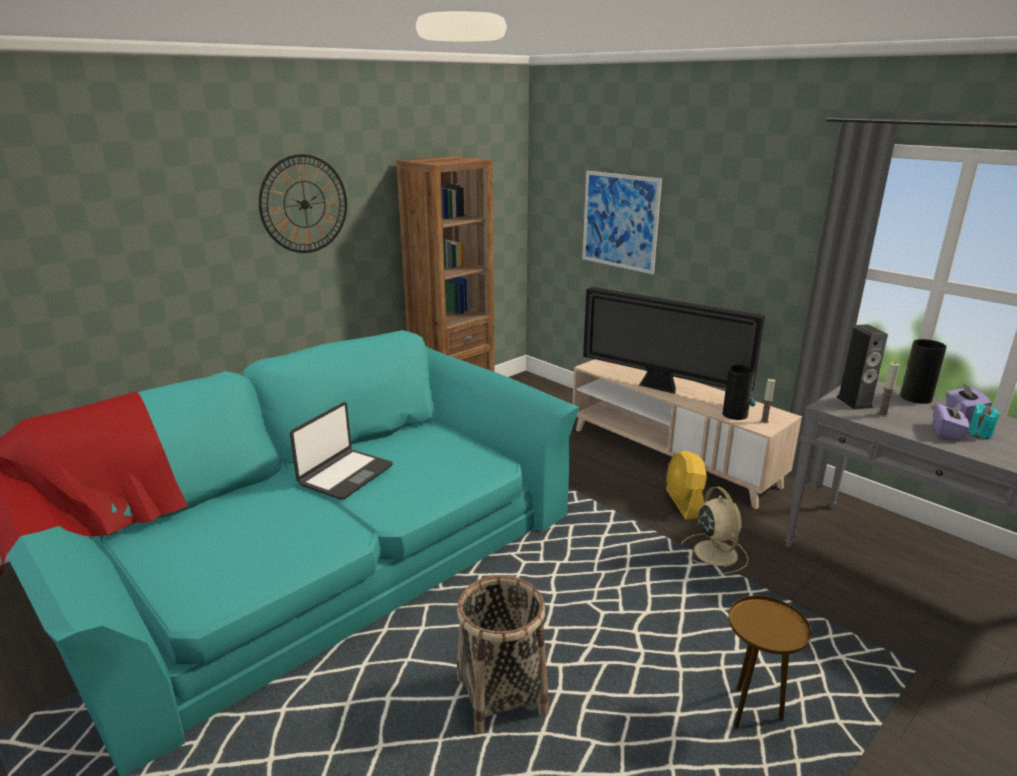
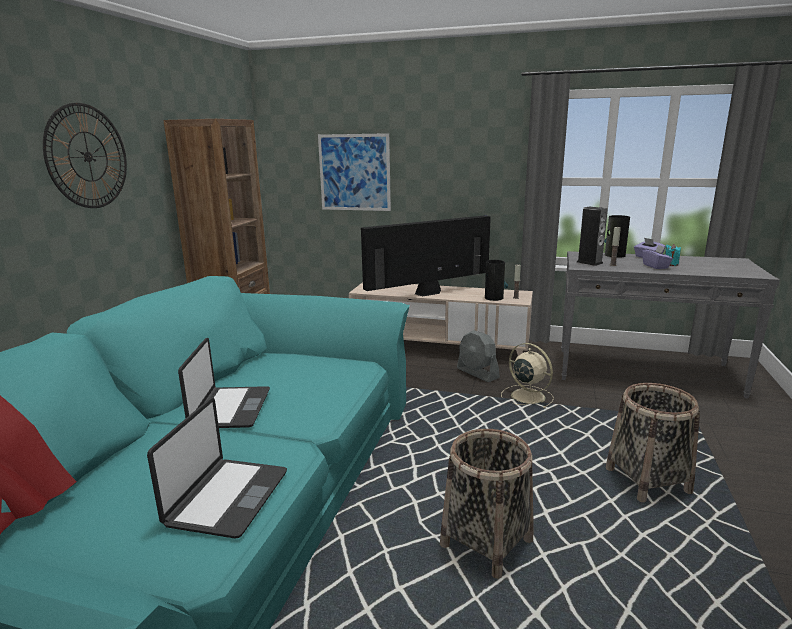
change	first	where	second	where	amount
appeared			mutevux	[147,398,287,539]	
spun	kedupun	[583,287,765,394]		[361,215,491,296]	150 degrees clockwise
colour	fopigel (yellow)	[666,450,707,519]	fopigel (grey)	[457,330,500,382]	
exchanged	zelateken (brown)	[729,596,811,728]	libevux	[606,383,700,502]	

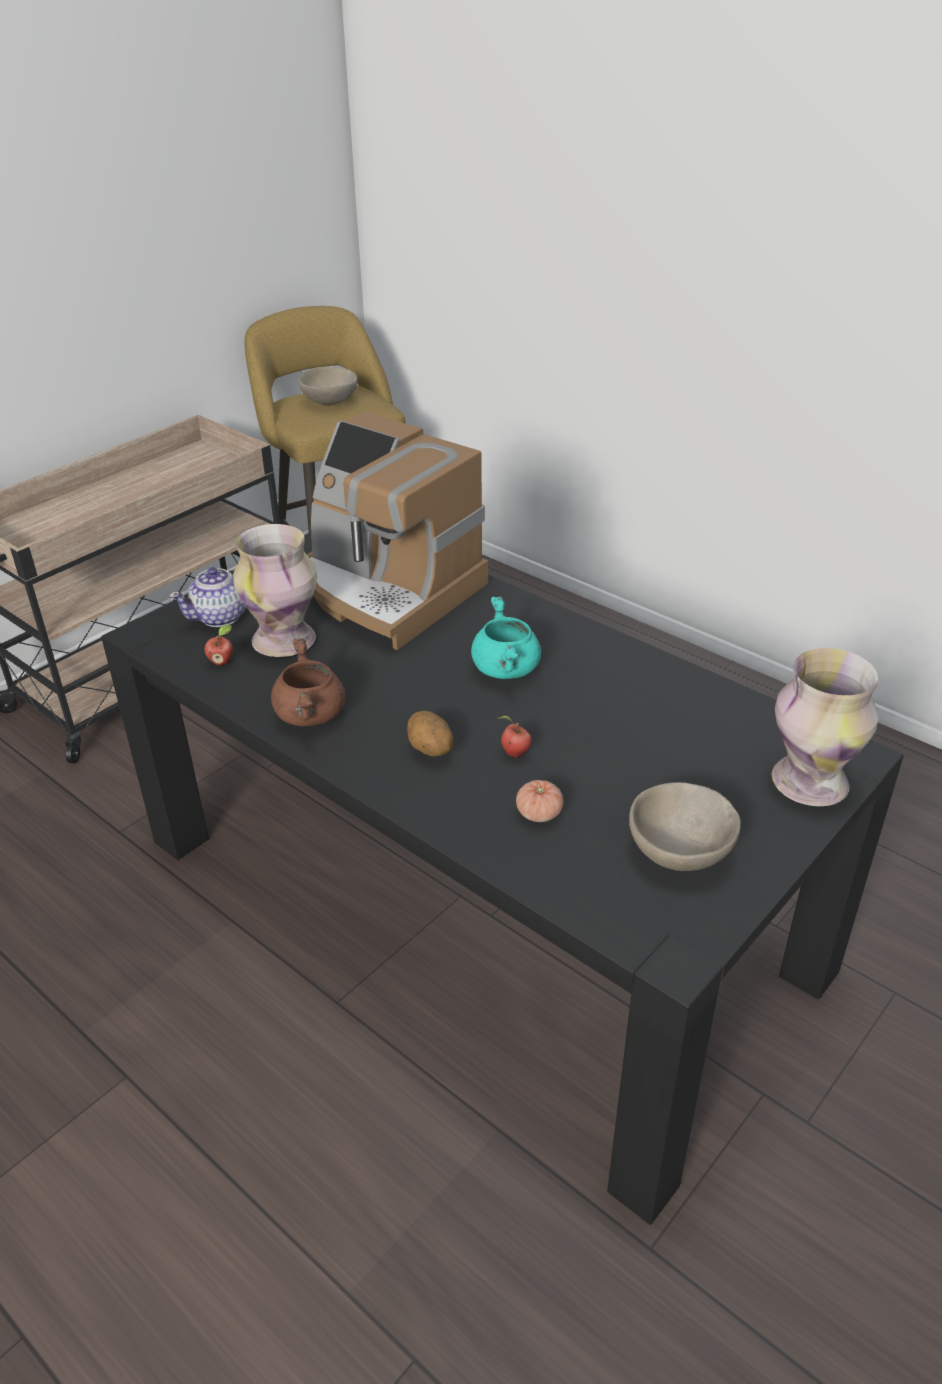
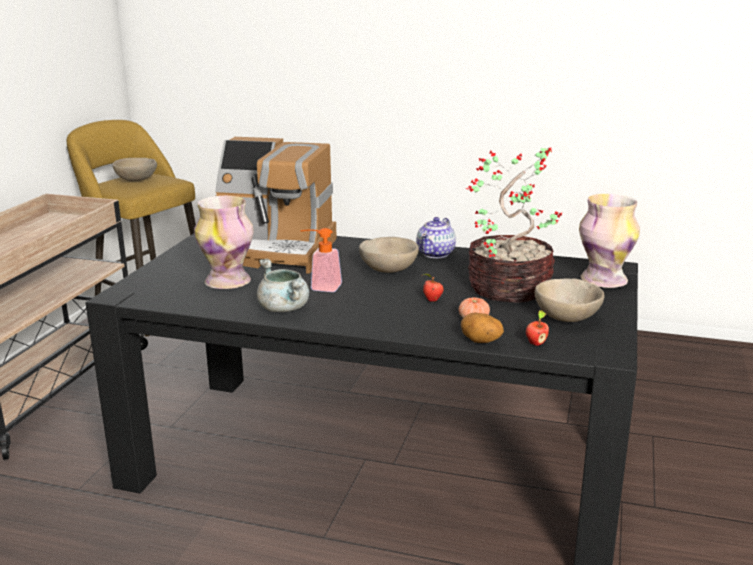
change	first	where	second	where	amount
colour	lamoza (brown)	[271,638,346,726]	lamoza (grey)	[257,259,309,312]	
appeared			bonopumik	[300,228,342,292]	
exchanged	lamoza (turquoise)	[471,597,541,679]	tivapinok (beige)	[359,237,419,273]	
relocated	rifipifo	[169,567,246,627]		[416,217,456,258]	
relocated	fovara	[407,711,454,756]		[461,313,504,343]	
appeared			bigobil	[466,147,562,303]	
relocated	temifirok	[205,625,233,666]		[526,310,549,346]	

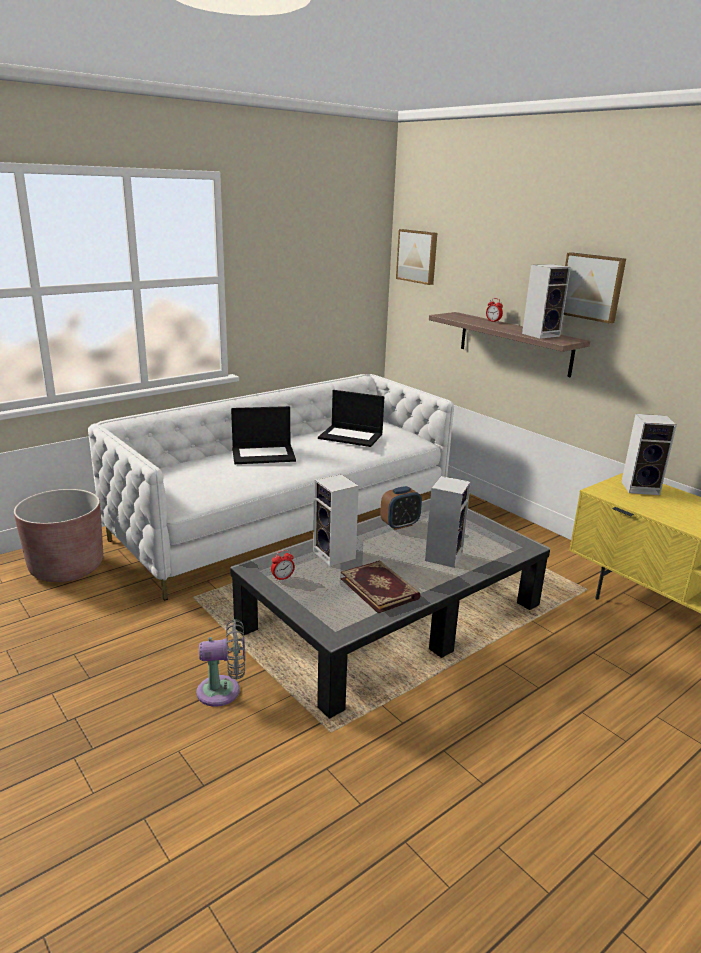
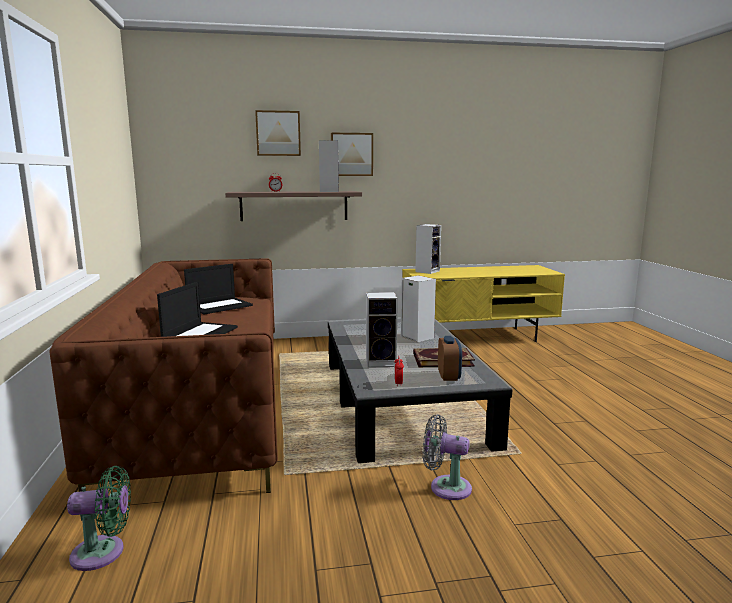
change	first	where	second	where	amount
colour	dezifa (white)	[88,374,454,601]	dezifa (brown)	[49,258,278,493]	
exchanged	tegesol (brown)	[14,489,103,582]	fopigel (green)	[67,466,131,571]	
relocated	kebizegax	[396,229,437,285]		[255,110,301,156]	
spun	fopigel (grey)	[197,619,245,707]		[422,414,472,500]	90 degrees counterclockwise
relocated	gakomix	[380,486,422,530]		[438,336,462,381]	

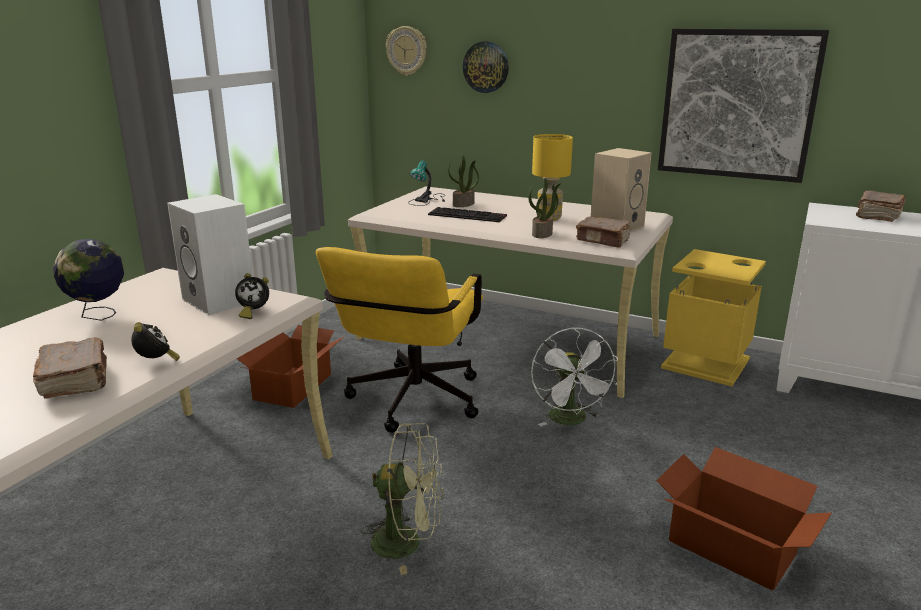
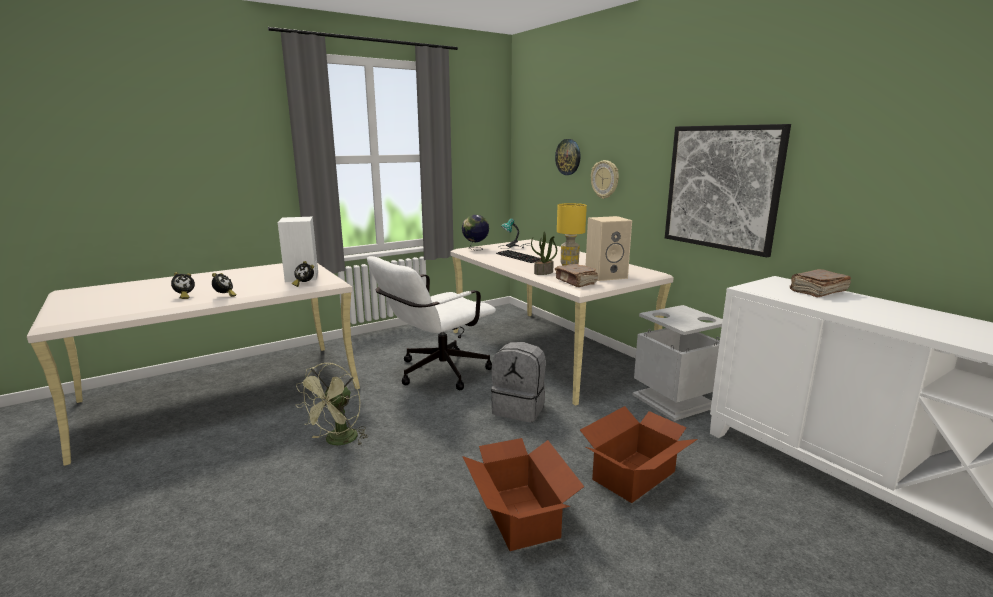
change	first	where	second	where	amount
exchanged	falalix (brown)	[33,337,107,399]	gakomix	[171,272,195,299]	
spun	fopigel (green)	[361,423,444,575]		[296,363,368,446]	75 degrees clockwise
colour	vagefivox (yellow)	[316,247,483,433]	vagefivox (white)	[367,256,496,390]	
relocated	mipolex	[53,239,124,321]		[462,215,489,251]	
exchanged	fopigel (white)	[531,328,618,426]	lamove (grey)	[491,342,546,422]	
relocated	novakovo	[237,325,345,408]		[580,406,698,503]	
relocated	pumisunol	[386,26,427,76]		[591,160,619,199]	
colour	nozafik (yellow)	[661,249,766,386]	nozafik (grey)	[633,305,723,421]	
missing	bigobil	[448,155,479,207]			

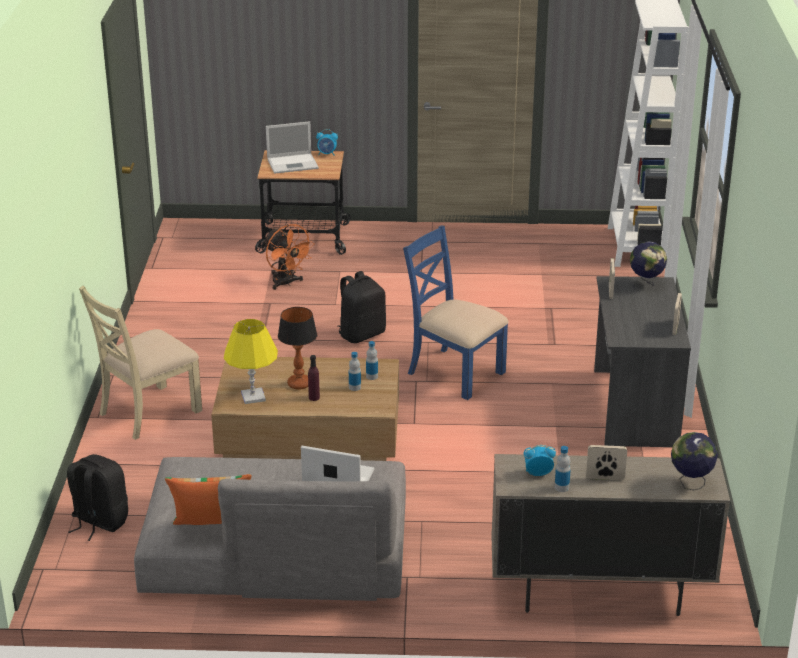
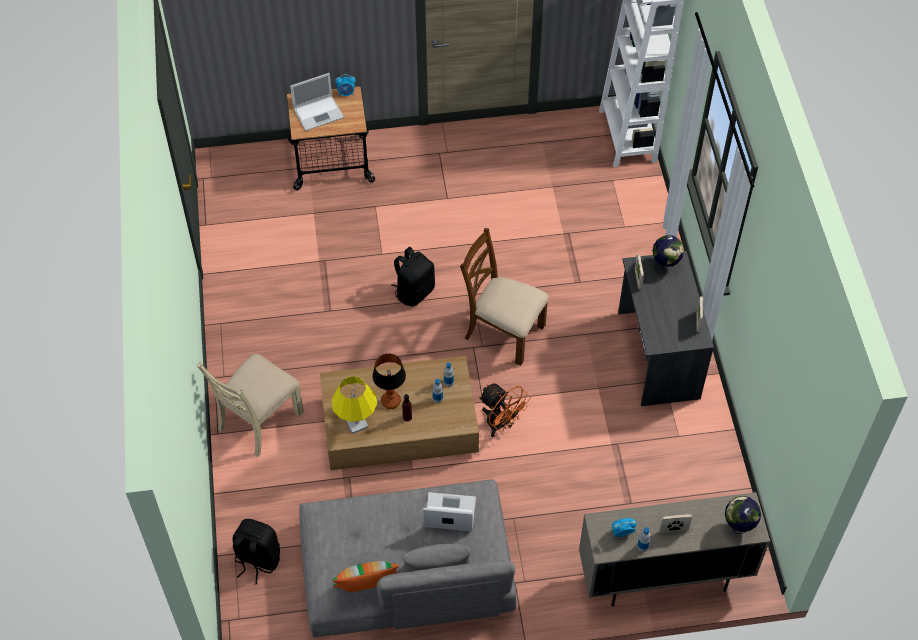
change	first	where	second	where	amount
colour	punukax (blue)	[403,225,509,400]	punukax (brown)	[460,228,549,366]	
relocated	fopigel (orange)	[264,224,314,290]		[479,383,531,437]	

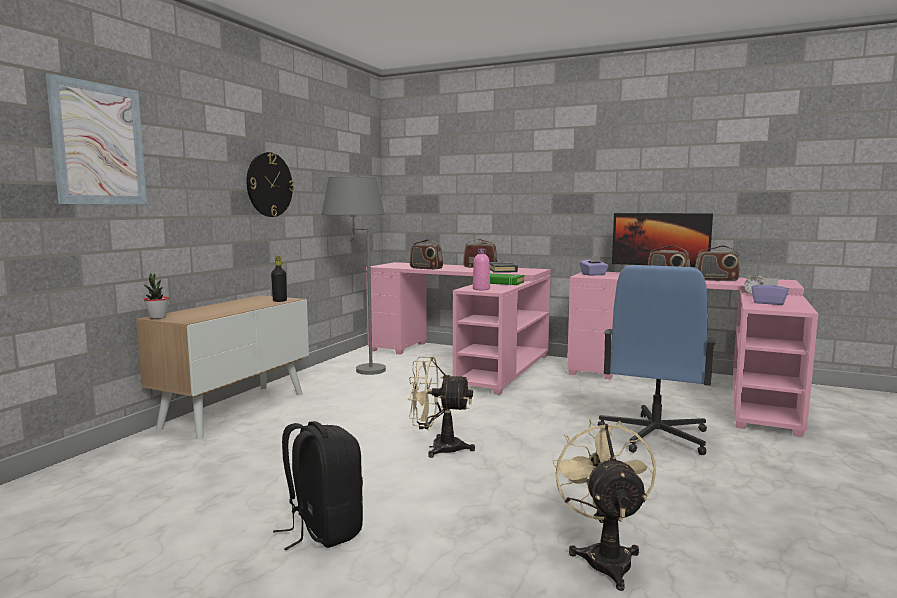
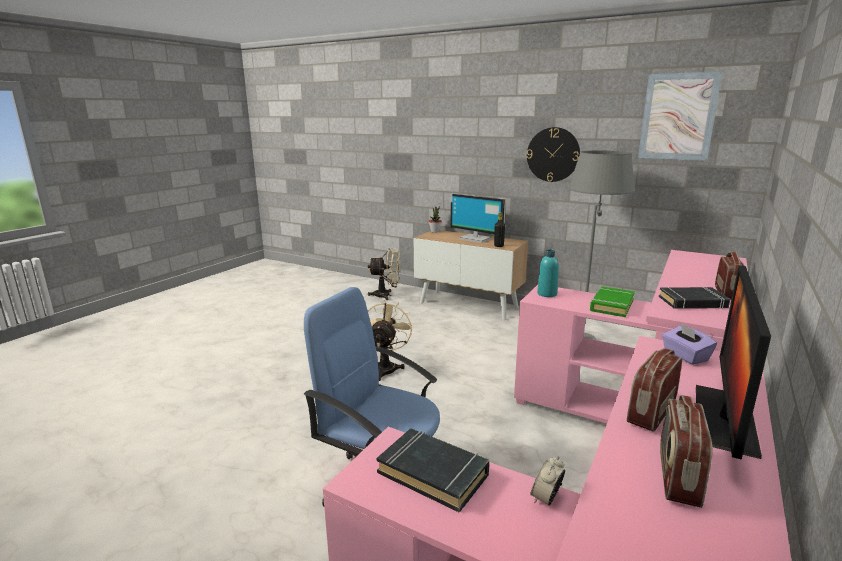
change	first	where	second	where	amount
relocated	fopigel (beige)	[553,419,656,591]		[368,248,400,300]	
exchanged	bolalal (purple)	[751,278,789,305]	falalix (black)	[377,428,489,513]	
appeared			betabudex	[450,193,506,243]	
colour	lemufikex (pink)	[473,249,490,290]	lemufikex (turquoise)	[537,250,559,297]	
relocated	kebizegax	[46,73,147,204]		[638,71,723,160]	
missing	lamove (black)	[273,421,363,550]			
missing	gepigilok	[410,239,443,270]			

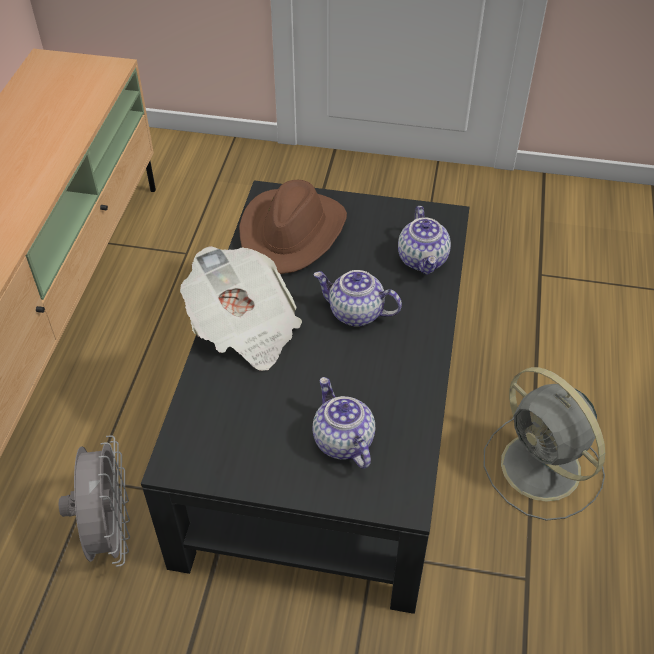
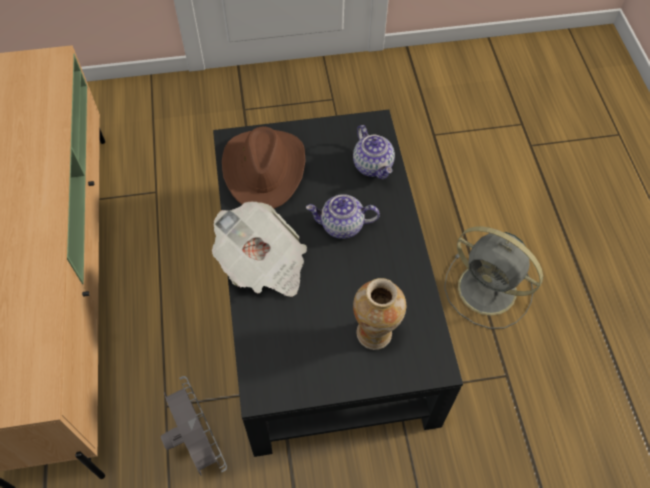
change	first	where	second	where	amount
exchanged	rifipifo	[313,377,375,469]	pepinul	[353,278,406,350]	

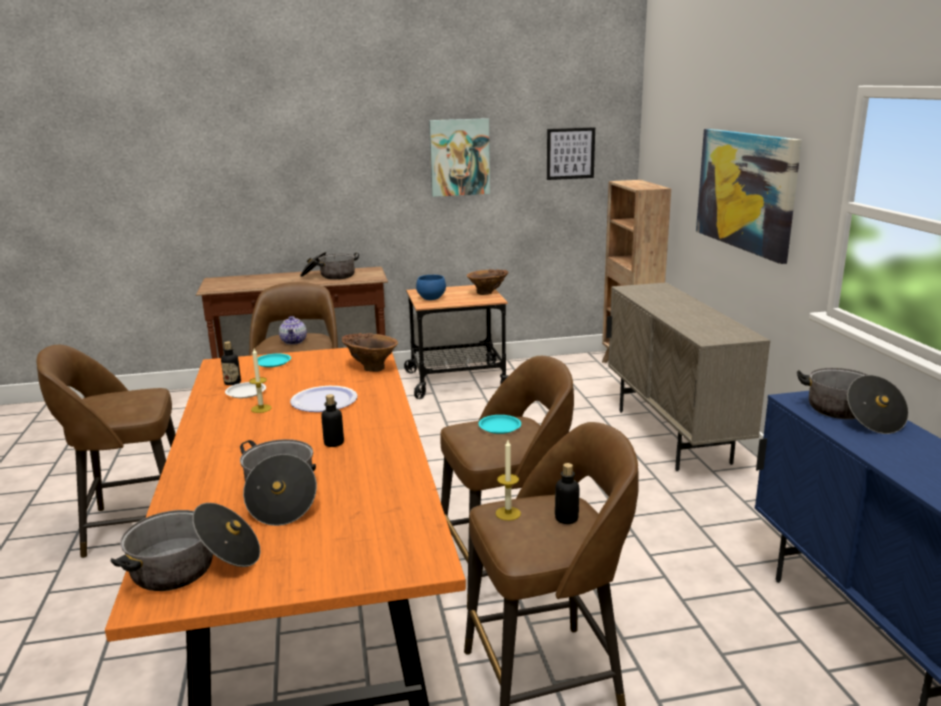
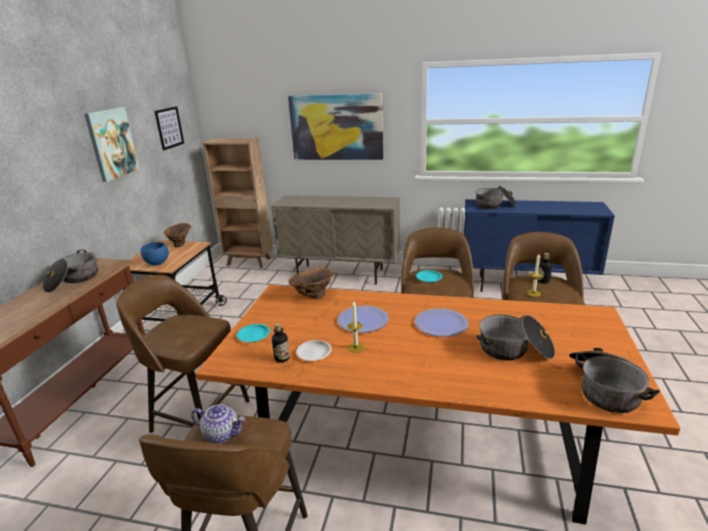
change	first	where	second	where	amount
relocated	rifipifo	[279,316,307,345]		[191,404,245,444]	
exchanged	lemufikex	[321,394,344,447]	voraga	[415,309,469,337]	

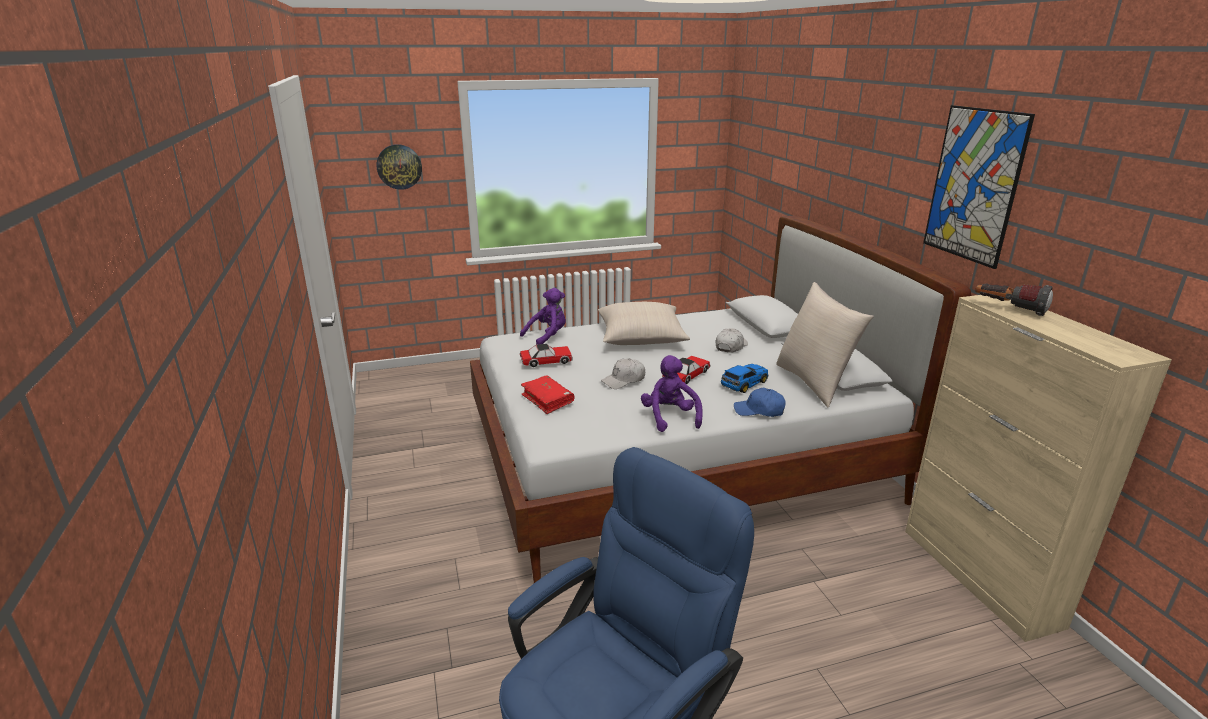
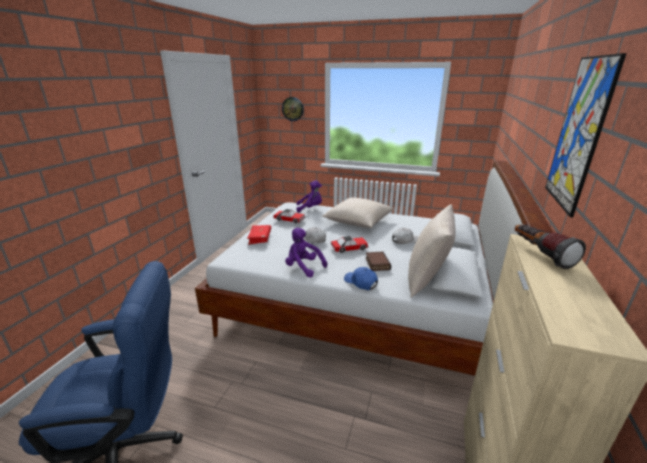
change	first	where	second	where	amount
spun	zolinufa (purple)	[641,355,703,432]		[285,228,327,277]	75 degrees counterclockwise
exchanged	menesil	[721,364,769,393]	falalix	[366,252,391,271]	

